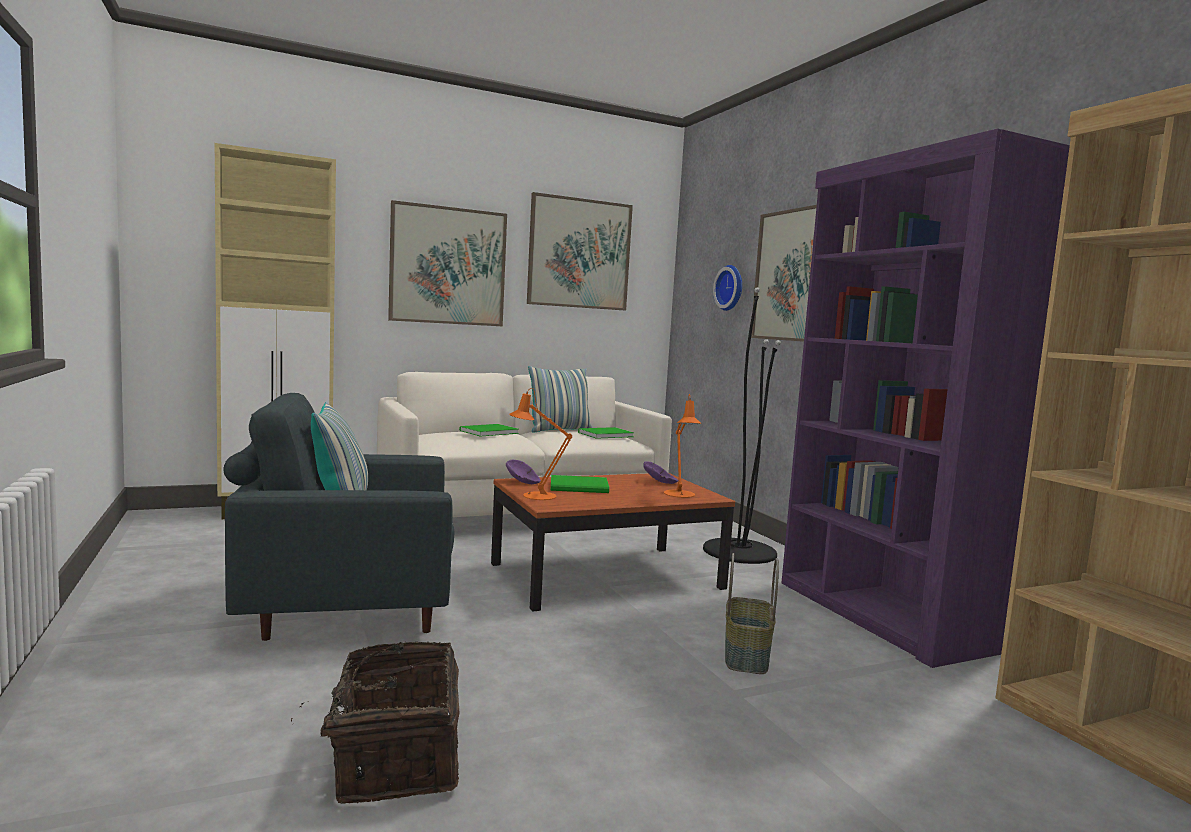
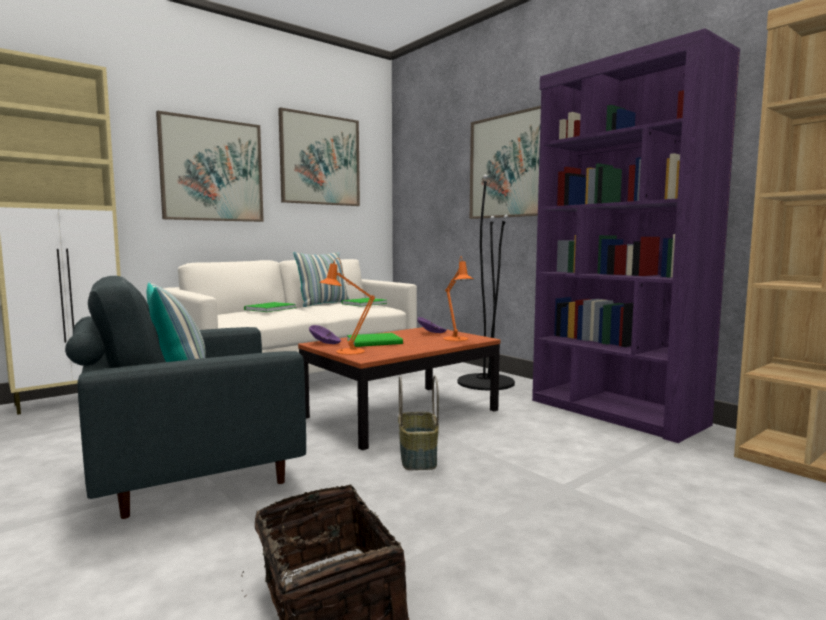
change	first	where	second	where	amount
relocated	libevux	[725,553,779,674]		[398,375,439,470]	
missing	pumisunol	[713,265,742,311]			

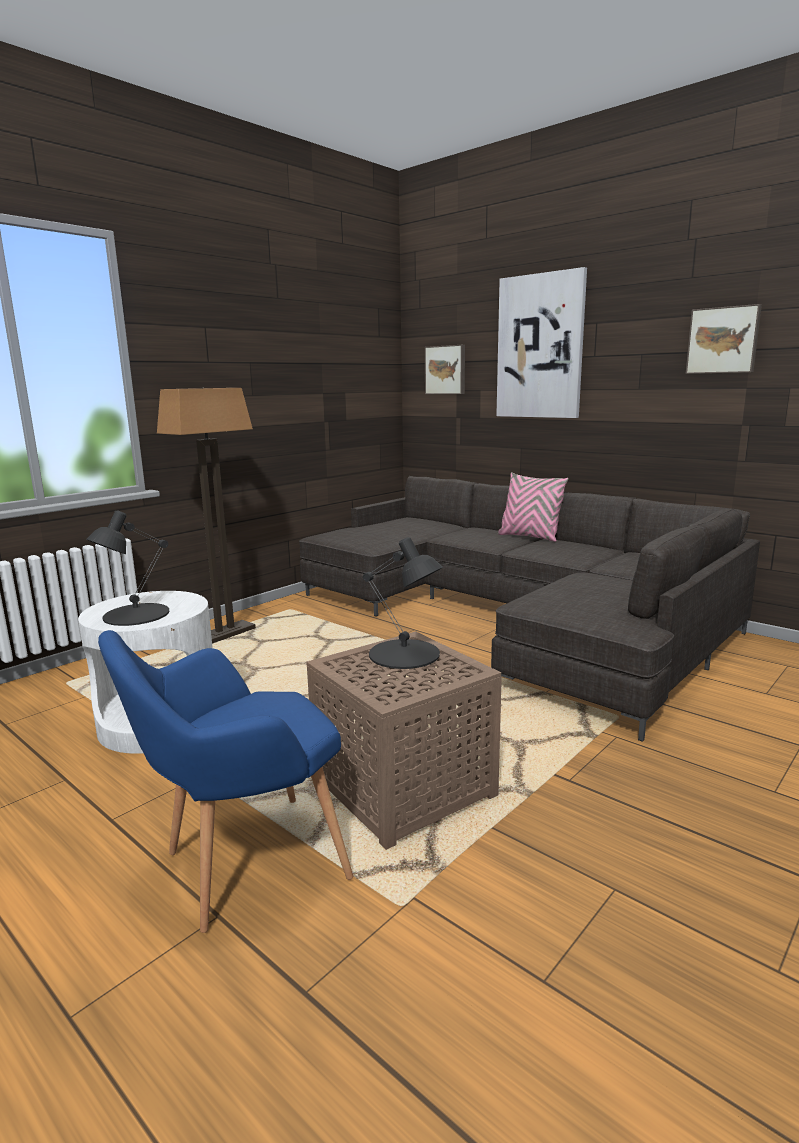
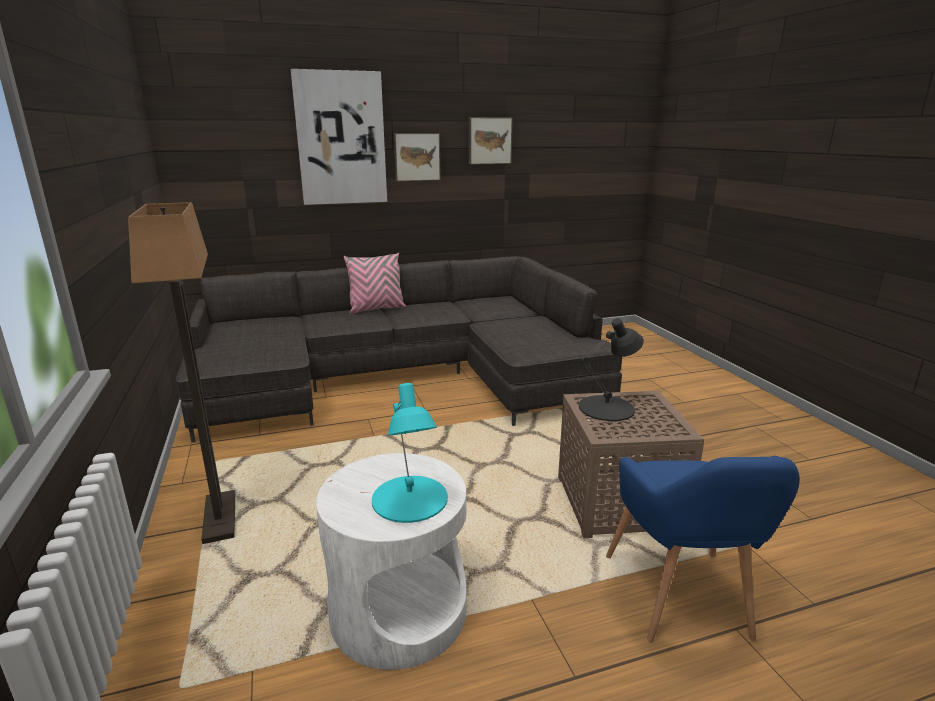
change	first	where	second	where	amount
colour	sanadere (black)	[86,510,169,626]	sanadere (turquoise)	[371,383,448,523]	
relocated	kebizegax	[425,345,465,394]		[394,133,441,182]	

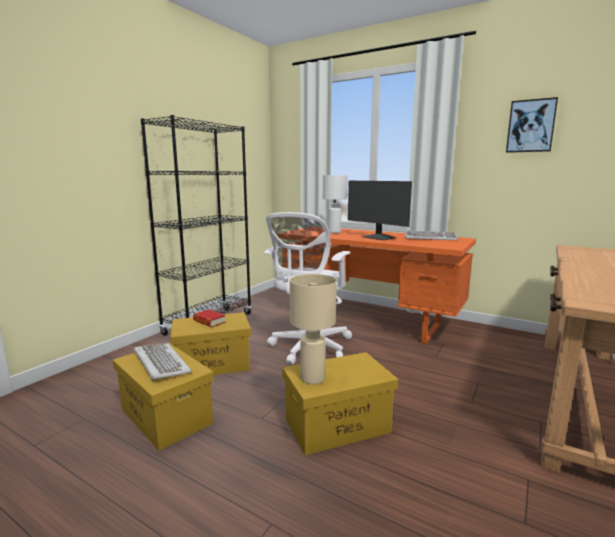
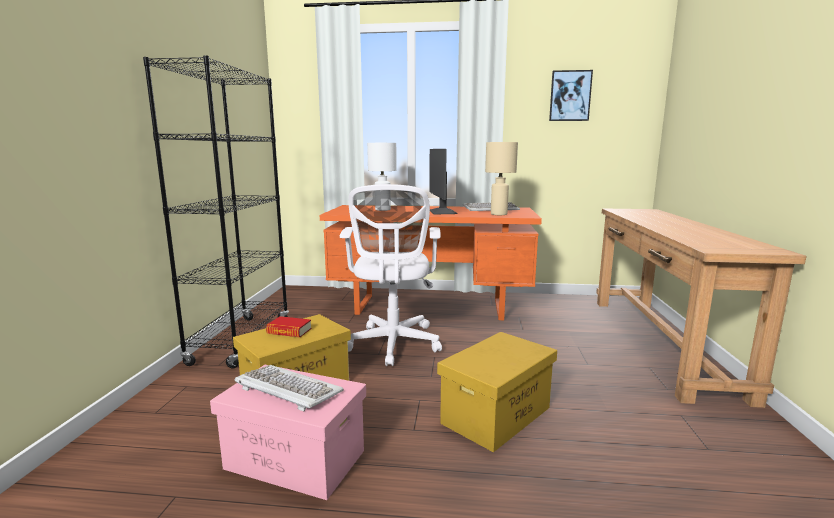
change	first	where	second	where	amount
colour	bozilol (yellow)	[113,342,214,451]	bozilol (pink)	[210,365,366,500]	
spun	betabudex	[348,181,412,240]		[429,149,458,215]	60 degrees clockwise
relocated	sanadere (beige)	[290,274,337,384]		[485,142,518,215]	

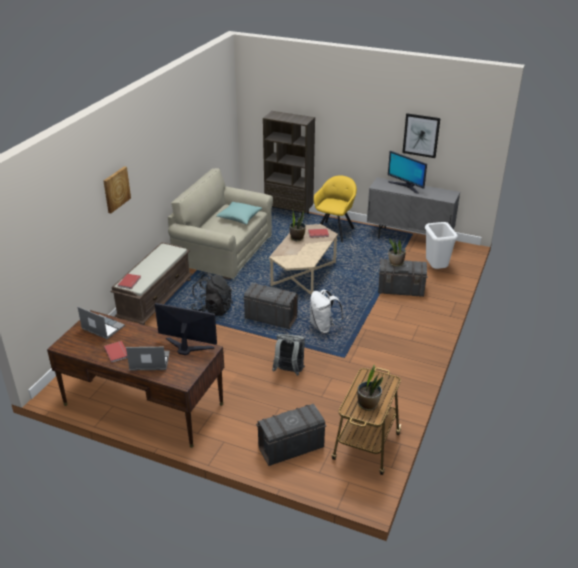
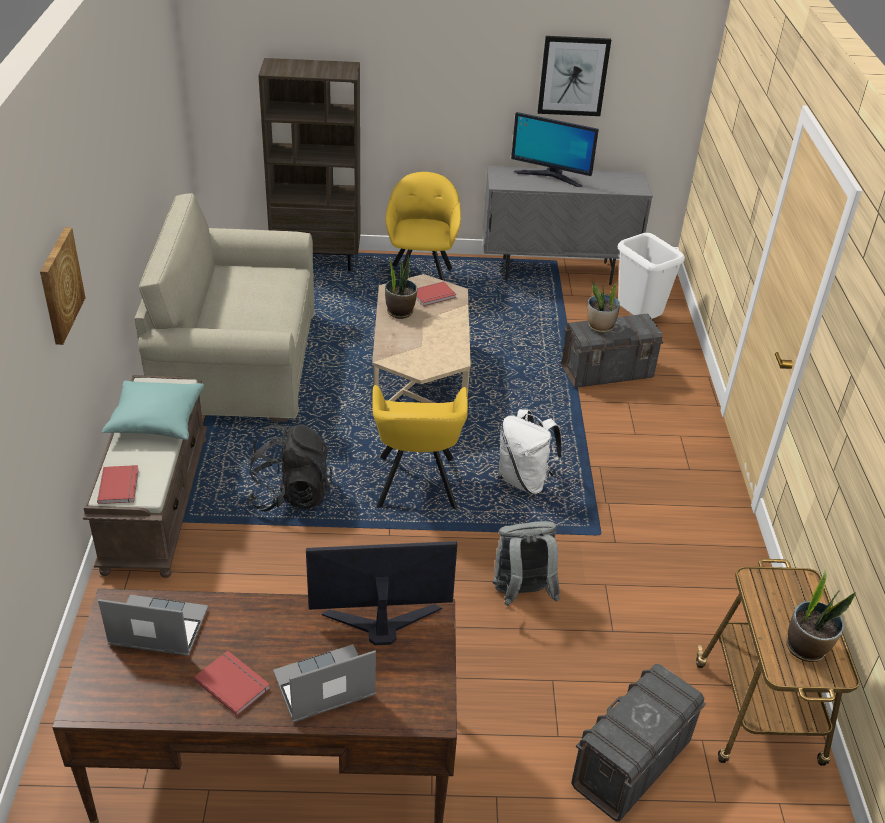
change	first	where	second	where	amount
relocated	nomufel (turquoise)	[216,202,262,225]		[102,380,204,440]	
exchanged	bozilol (grey)	[243,283,299,329]	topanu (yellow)	[372,385,468,510]	

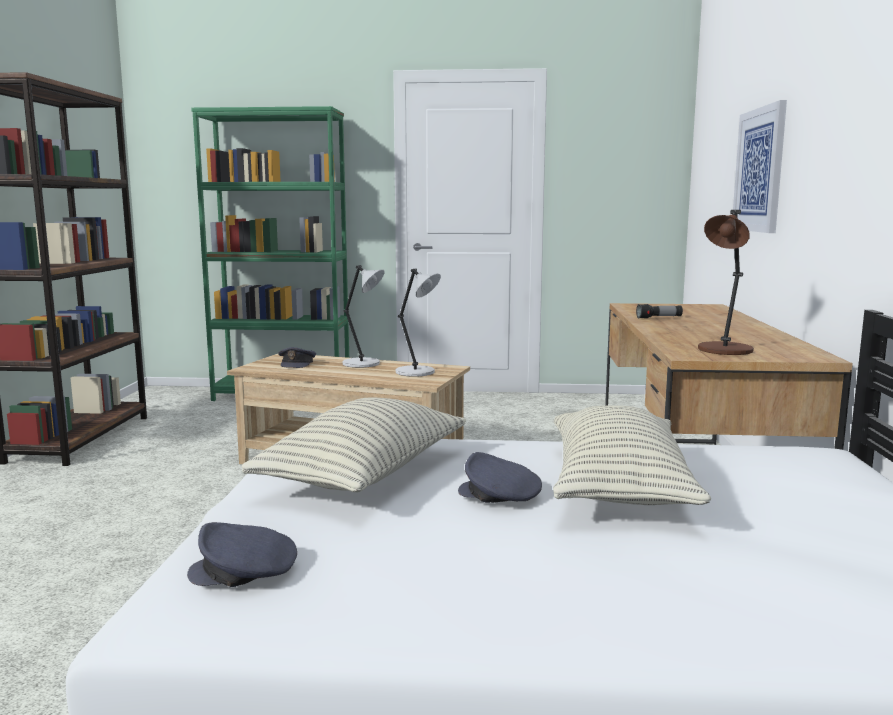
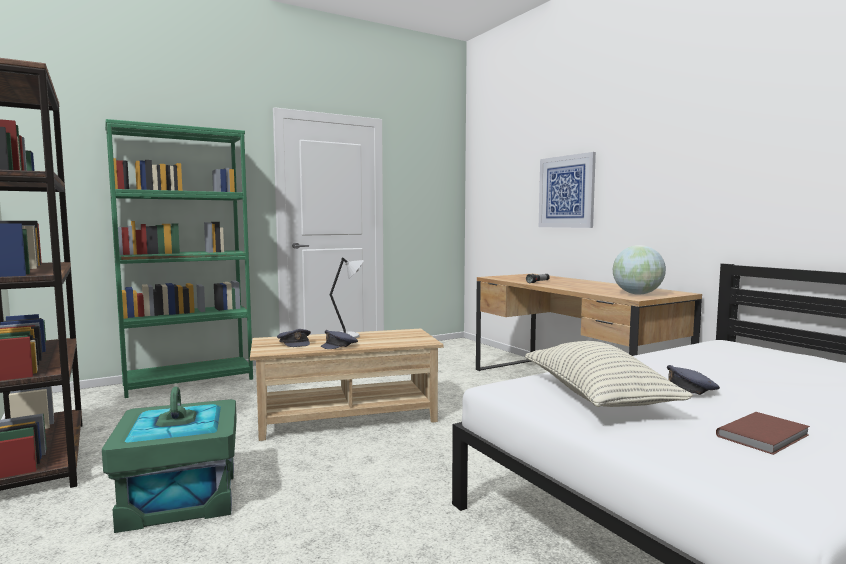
change	first	where	second	where	amount
appeared			bozilol (green)	[102,386,237,533]	
relocated	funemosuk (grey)	[187,522,297,587]		[321,330,358,349]	
exchanged	sanadere (brown)	[698,210,754,355]	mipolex	[613,245,666,295]	
appeared			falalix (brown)	[716,412,810,455]	
missing	sanadere (grey)	[396,269,441,377]			
missing	nomufel	[553,405,711,505]			

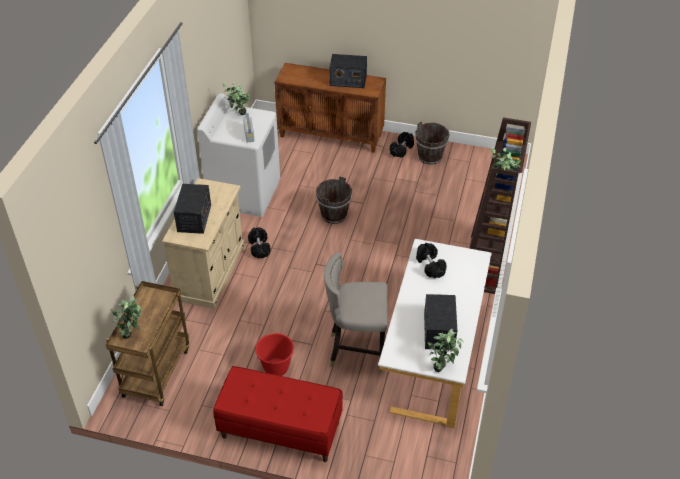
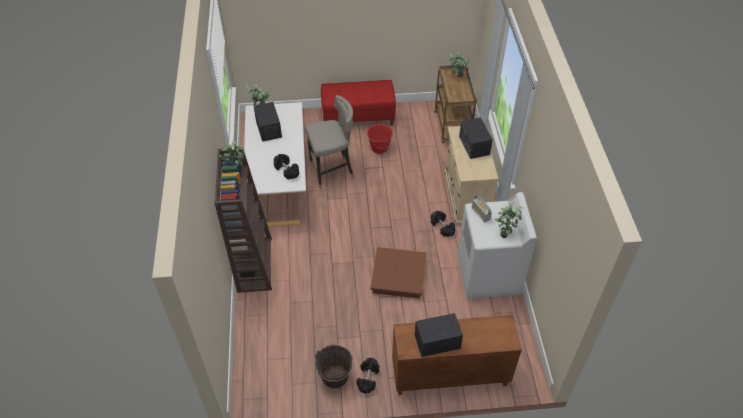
change	first	where	second	where	amount
exchanged	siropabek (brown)	[316,176,352,224]	bozilol (brown)	[371,247,426,298]	

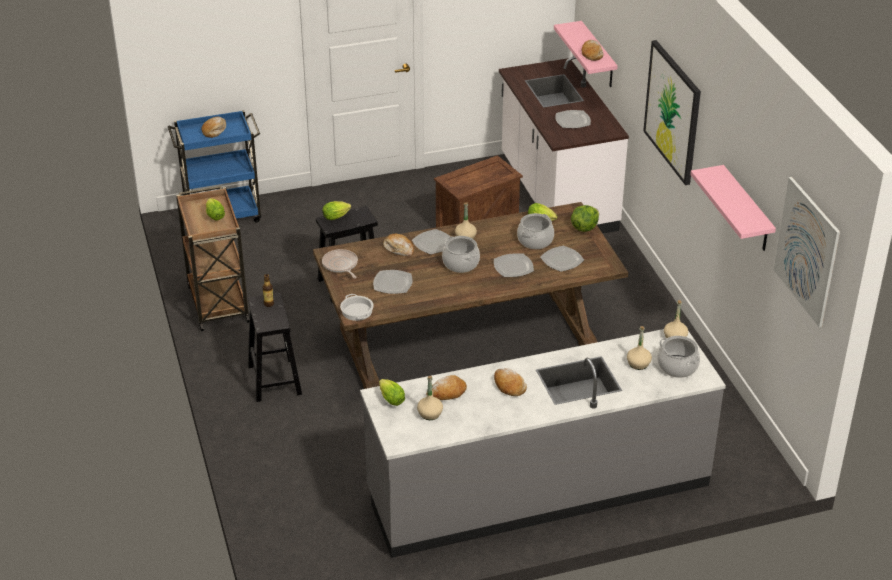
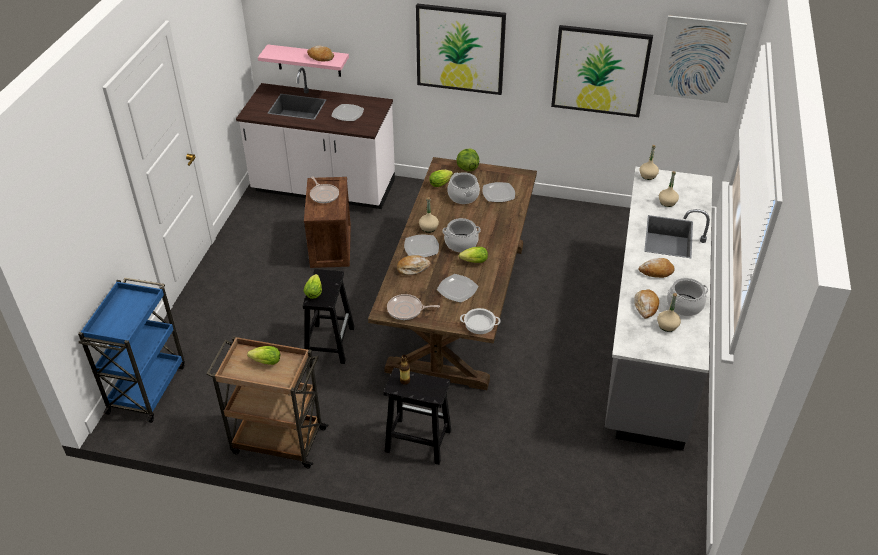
change	first	where	second	where	amount
appeared			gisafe	[310,176,339,203]	
relocated	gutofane	[379,379,405,406]		[459,247,488,263]	
exchanged	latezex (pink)	[690,165,776,251]	kebizegax	[551,25,653,117]	
relocated	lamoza	[657,336,700,378]		[667,278,708,316]	
missing	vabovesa	[201,117,226,138]			
missing	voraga	[494,253,534,277]			

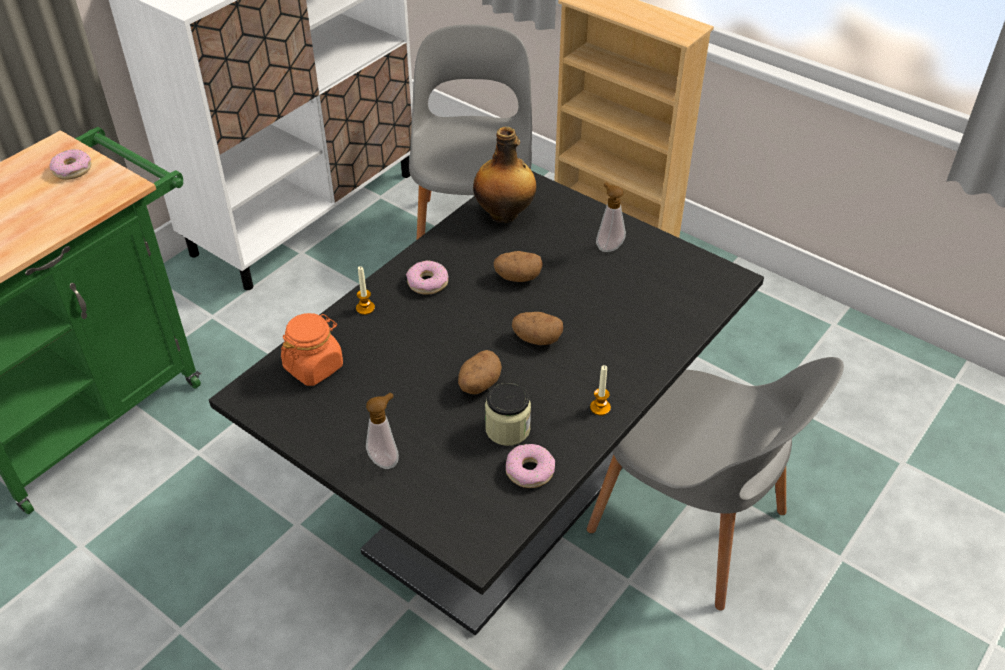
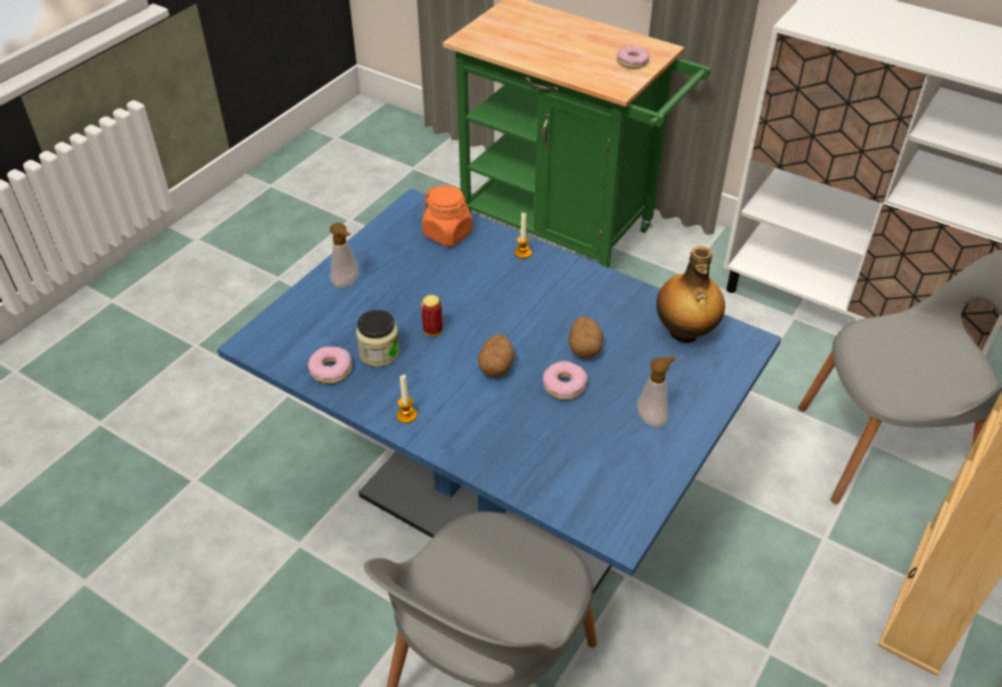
change	first	where	second	where	amount
colour	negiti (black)	[209,171,764,636]	negiti (blue)	[217,188,781,594]	
exchanged	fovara	[458,350,502,394]	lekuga	[421,295,443,336]	
relocated	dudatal	[406,260,448,295]		[543,361,587,400]	

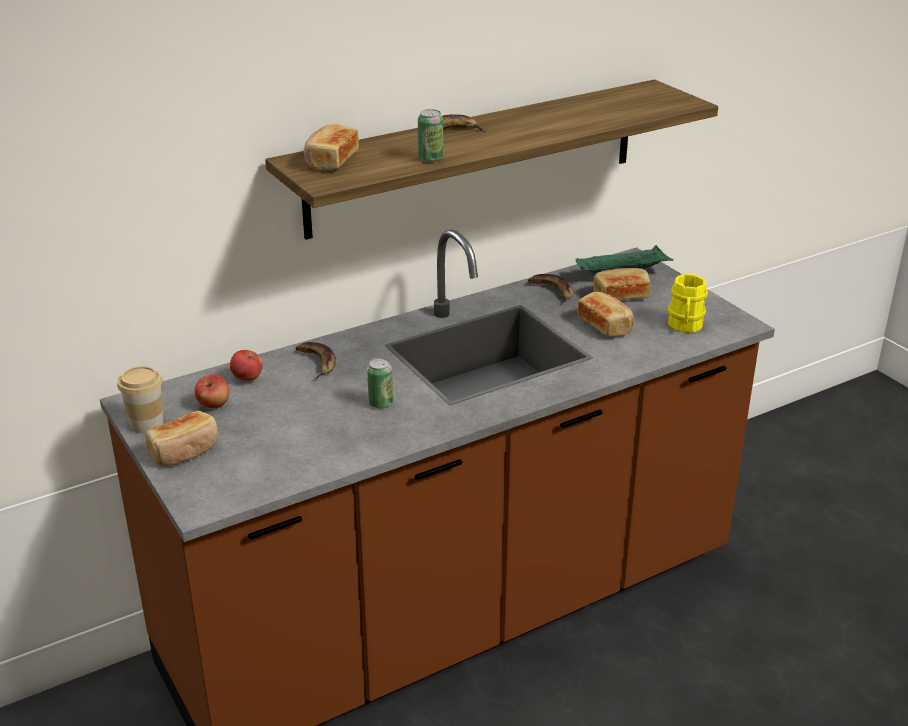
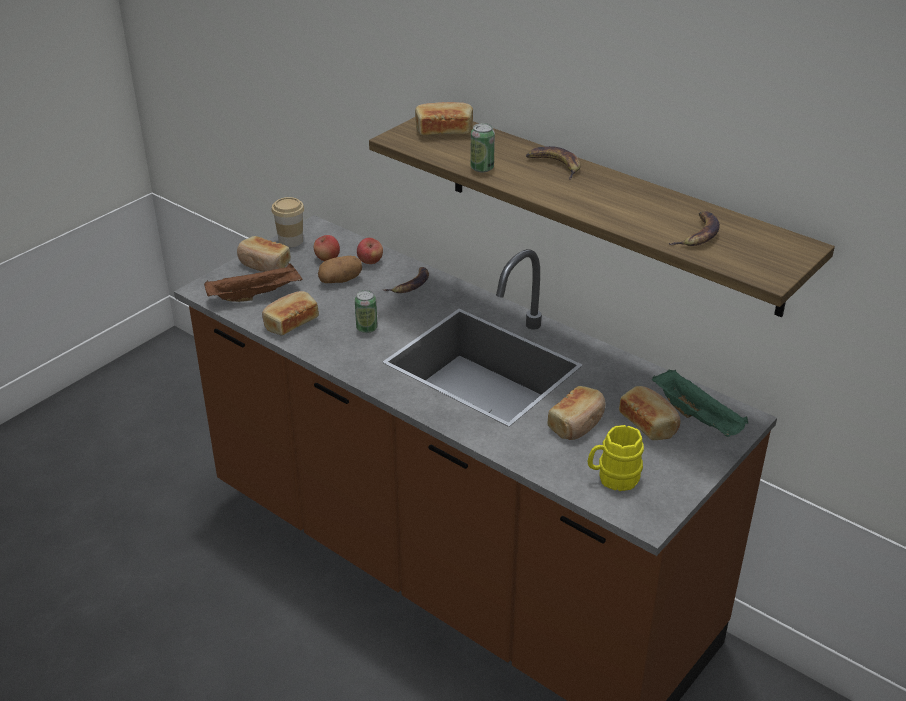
change	first	where	second	where	amount
appeared			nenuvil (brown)	[204,263,303,302]	
appeared			vabovesa	[262,291,319,335]	
appeared			fovara	[318,256,362,283]	
relocated	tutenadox	[528,274,574,305]		[669,211,720,246]	

